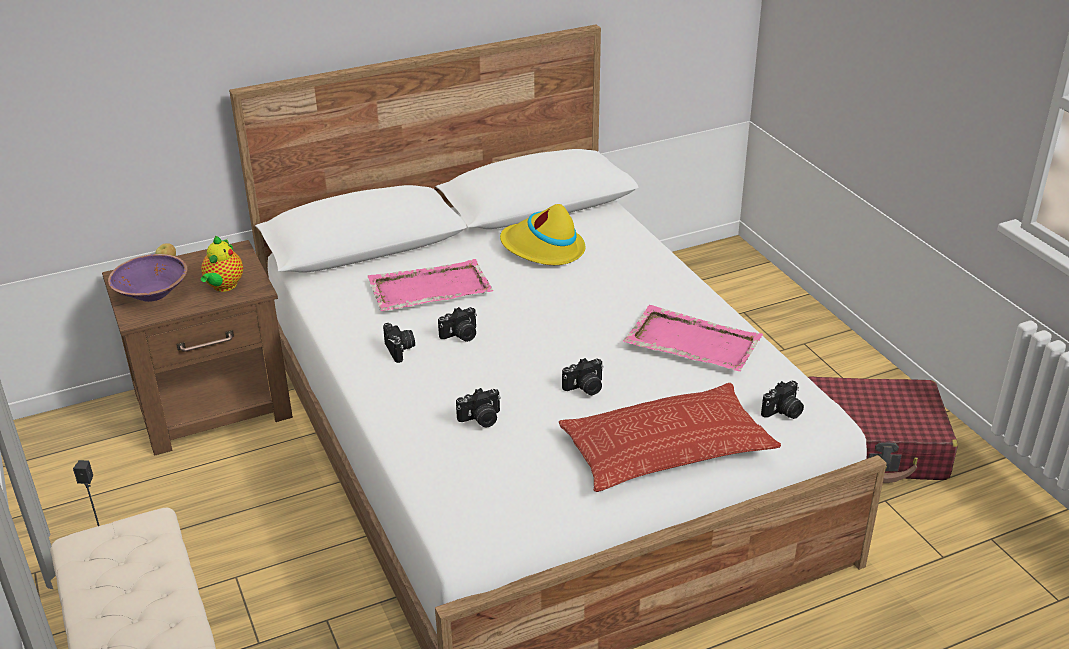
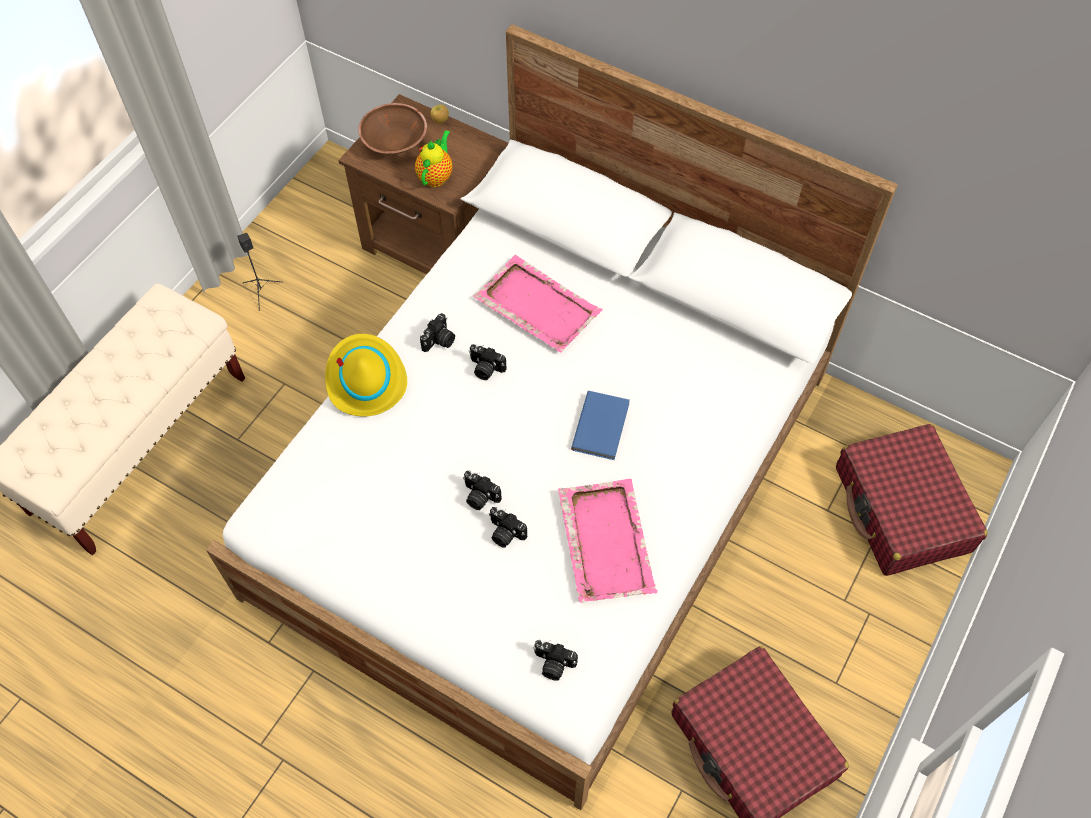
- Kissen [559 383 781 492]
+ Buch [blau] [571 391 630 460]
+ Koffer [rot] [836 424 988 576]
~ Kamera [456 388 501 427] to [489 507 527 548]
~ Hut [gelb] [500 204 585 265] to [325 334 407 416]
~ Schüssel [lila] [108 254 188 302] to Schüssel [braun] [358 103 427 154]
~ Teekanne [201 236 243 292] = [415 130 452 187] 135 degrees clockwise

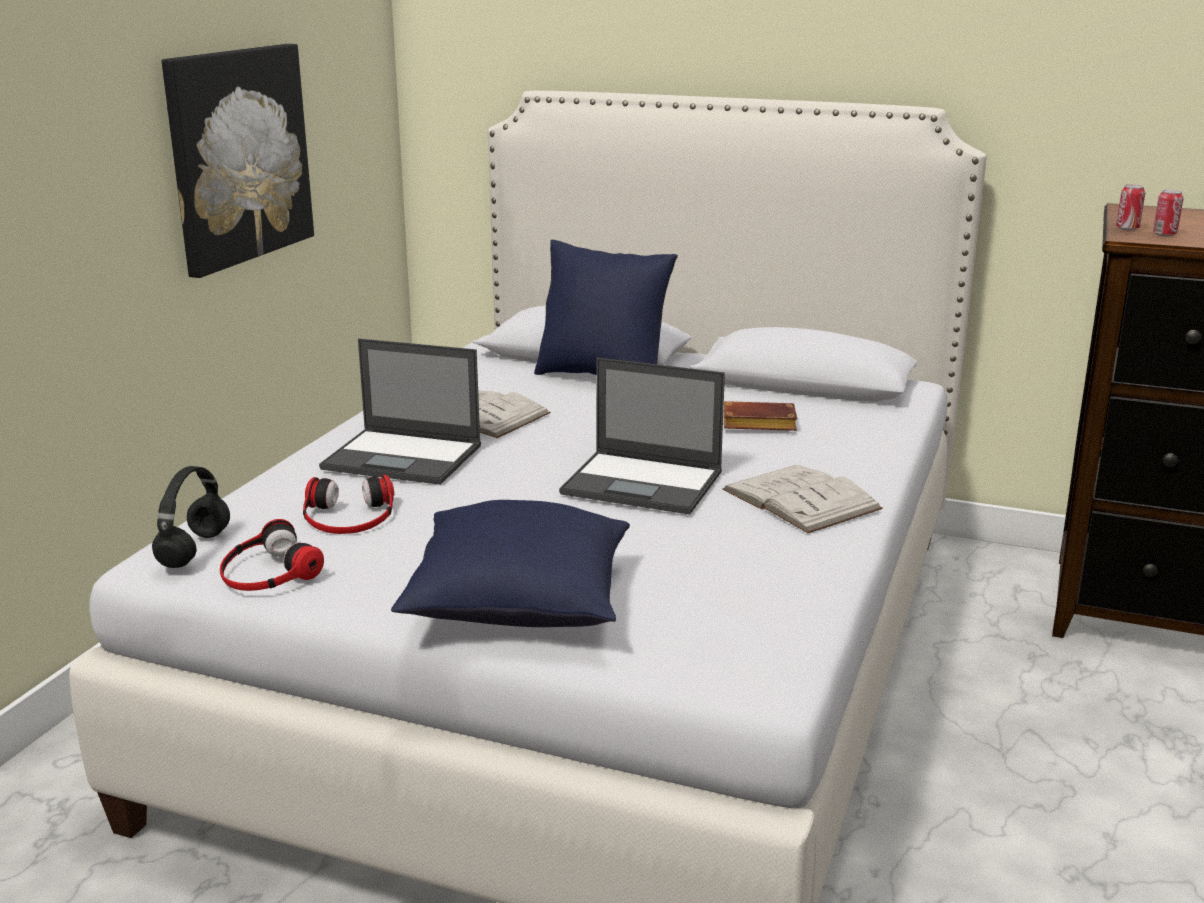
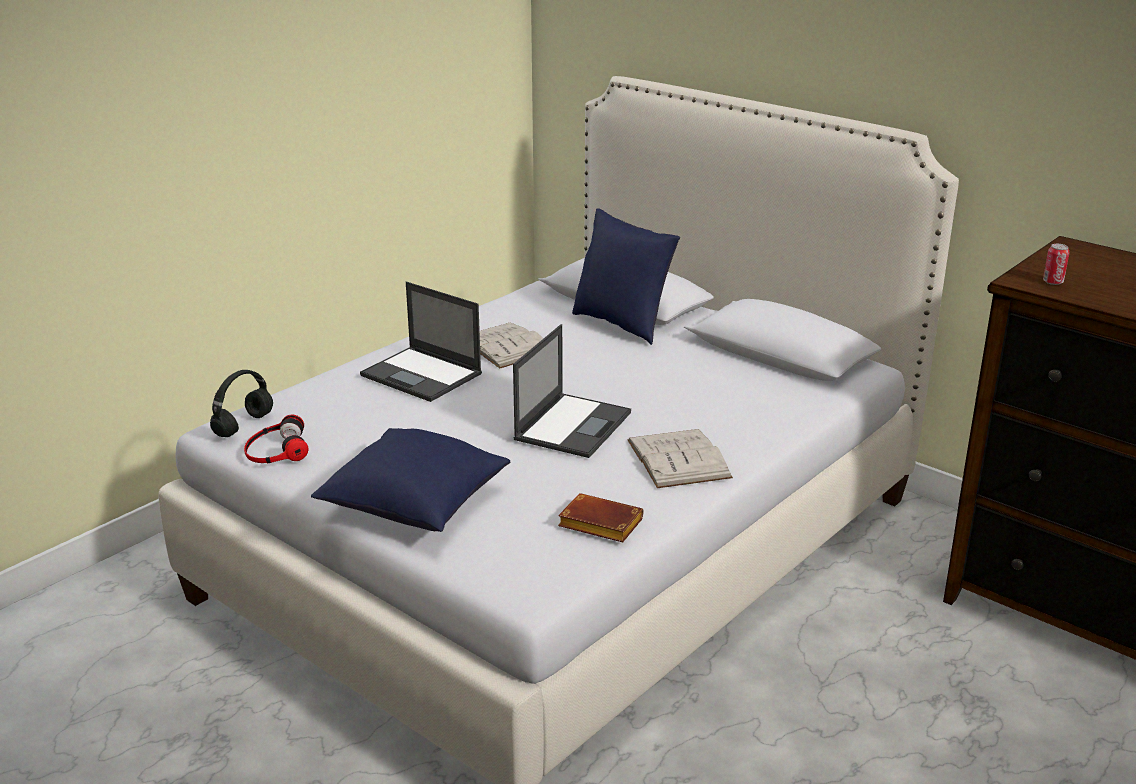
- Bild [161 44 314 278]
- Kopfhörer [303 475 394 534]
- Dose [1116 184 1145 230]
~ Buch [braun] [724 401 797 431] to [558 493 643 542]
~ Laptop [559 358 725 515] = [513 324 631 458] 105 degrees counterclockwise

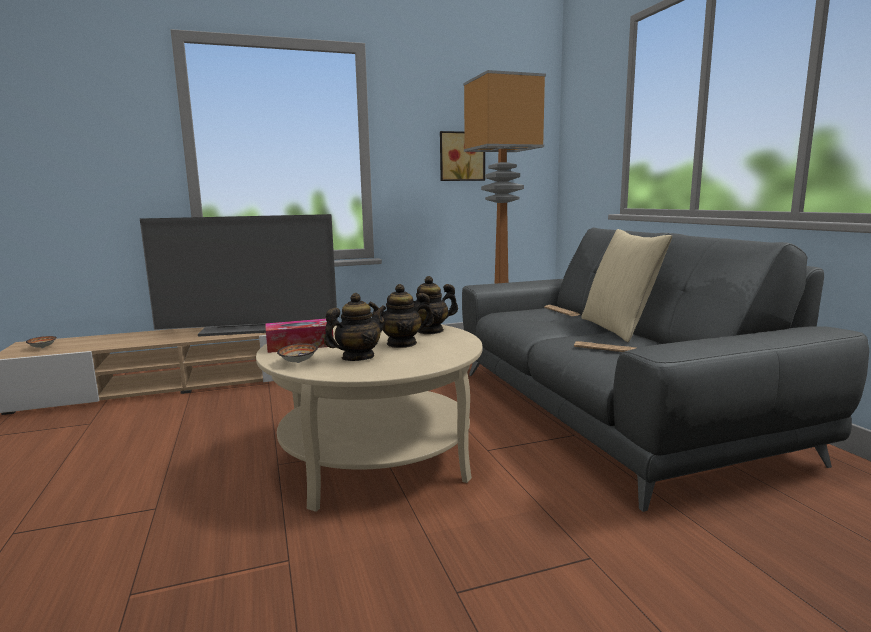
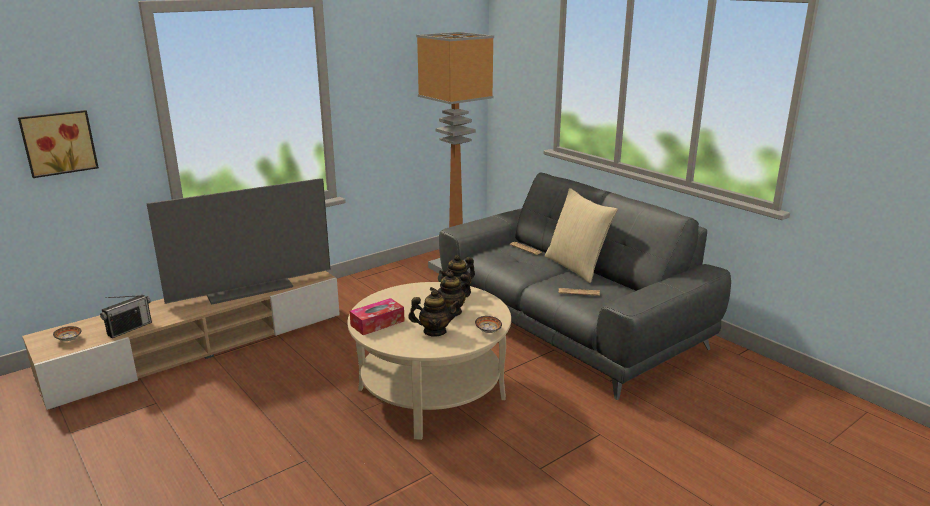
+ Radio [100 295 152 338]
~ Schüssel [277 343 318 363] to [475 316 502 333]
~ Bild [440 131 485 181] to [18 110 99 178]
~ Teekanne [324 293 387 361] = [408 289 460 336] 60 degrees clockwise

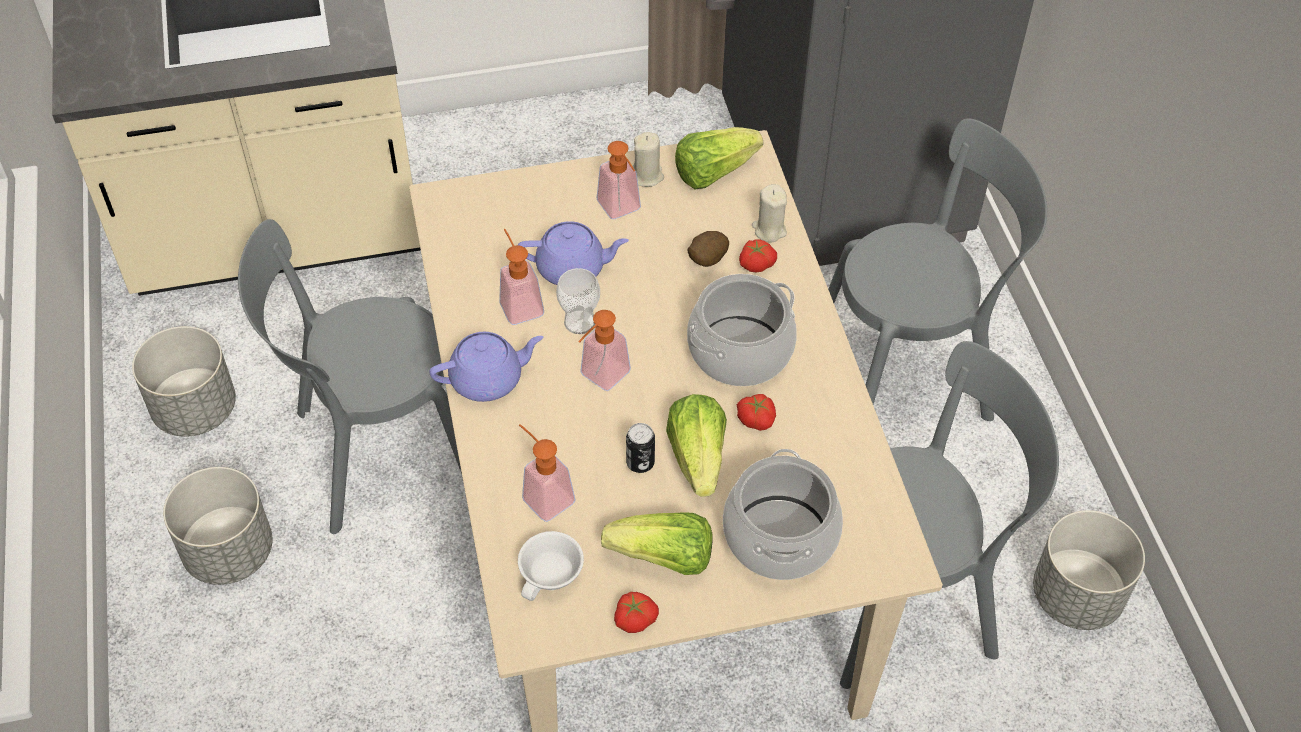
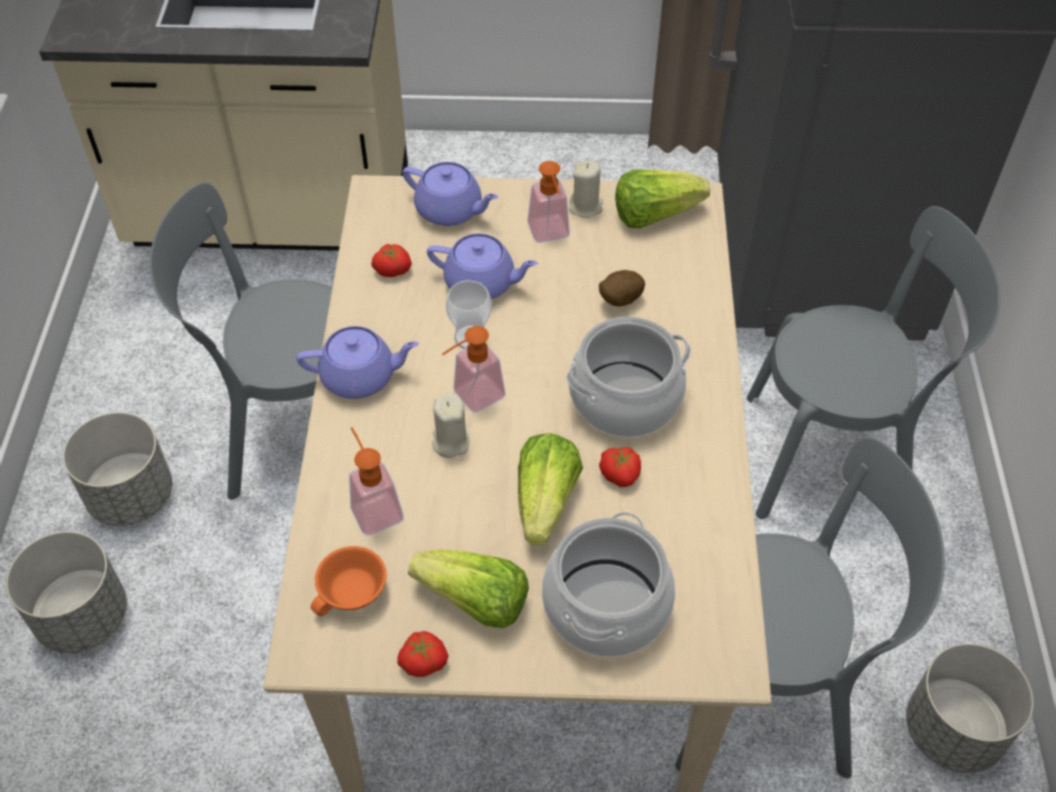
- Seifenspender [499 229 544 325]
- Dose [626 423 655 473]
+ Teekanne [lila] [403 162 498 226]
~ Pflanzkübel [grau] [132 326 236 437] to [6 531 127 653]
~ Tomate [739 239 777 272] to [371 244 412 277]
~ Kerze [beige] [752 184 787 242] to [432 394 470 458]
~ Tasse [weiß] [518 531 584 601] to Tasse [orange] [311 546 386 616]

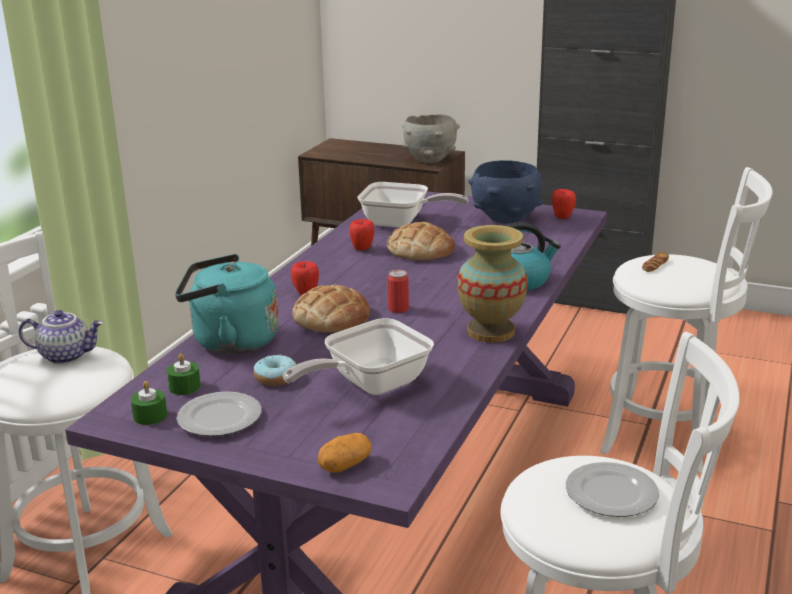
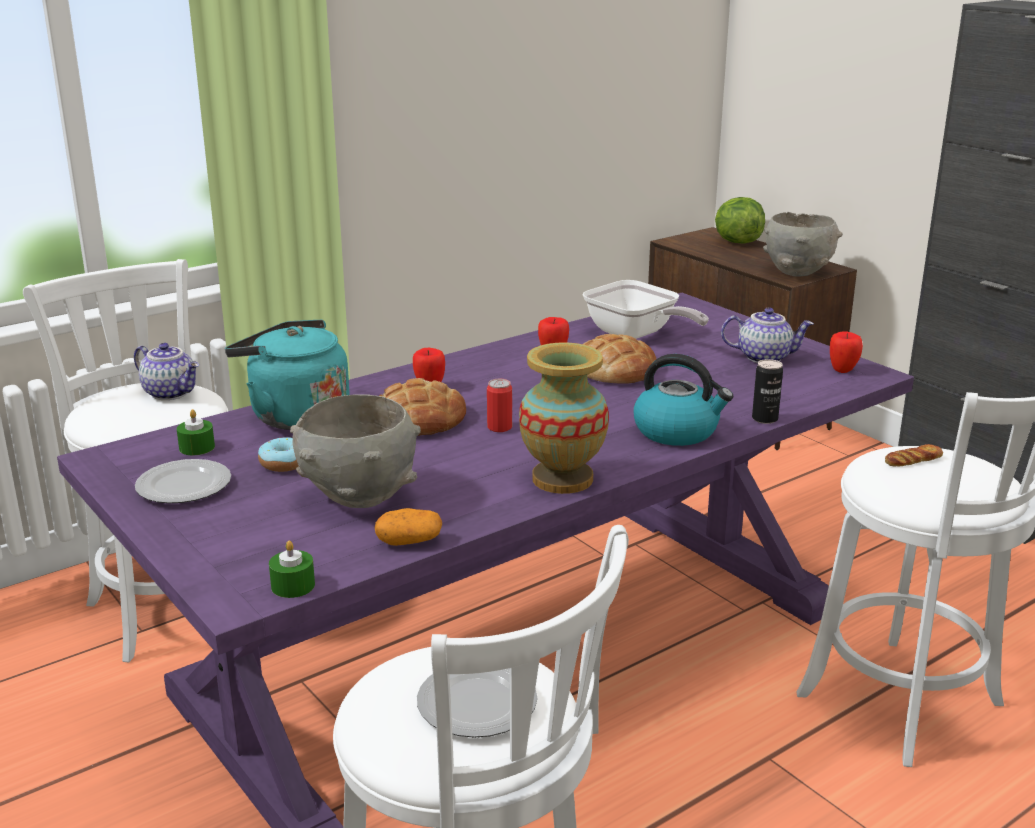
+ Salatkopf [715 197 765 244]
+ Dose [752 359 783 424]
~ Kerze [grün] [131 381 167 425] to [269 541 315 598]
~ Kartoffel [318 433 372 473] to [375 508 442 546]
~ Pfanne [283 318 434 395] to Schüssel [grau] [290 394 421 508]
~ Schüssel [blau] [468 160 543 224] to Teekanne [721 307 814 363]

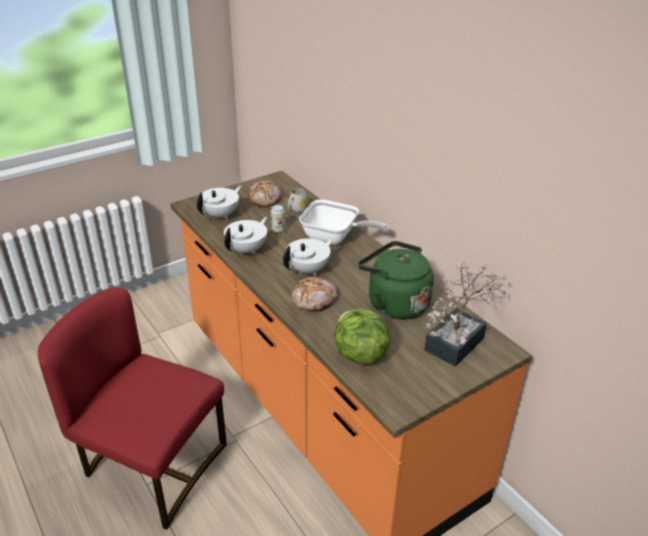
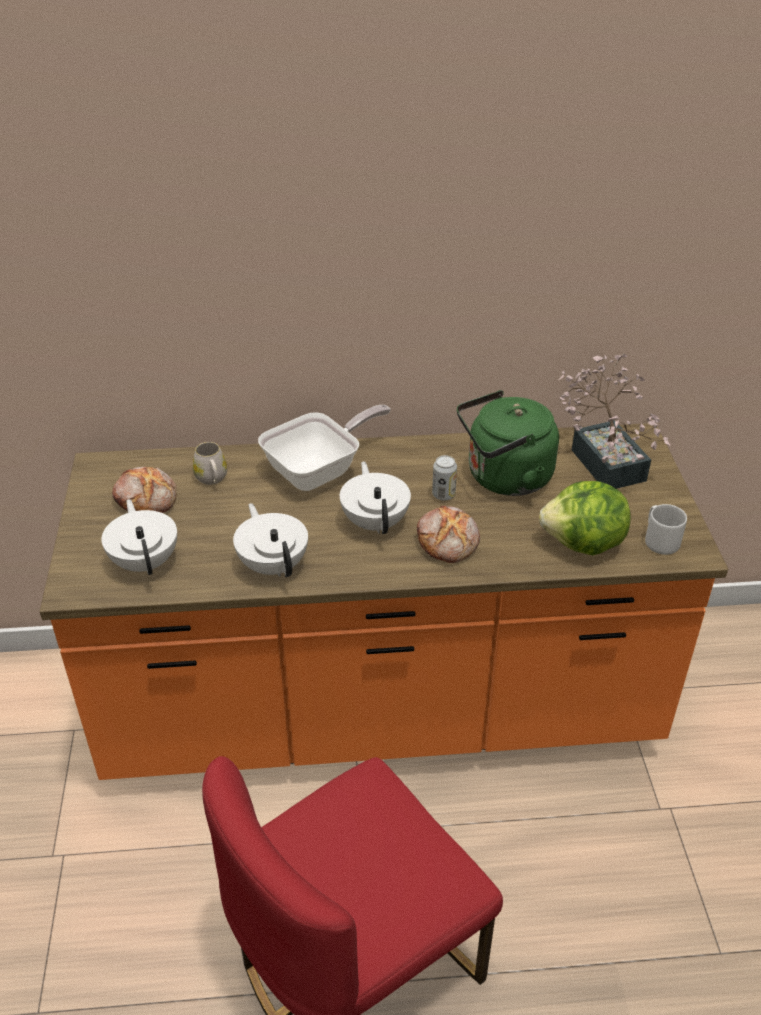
+ Henkelbecher [grau] [645 504 687 555]
~ Dose [271 205 285 233] to [432 455 457 501]

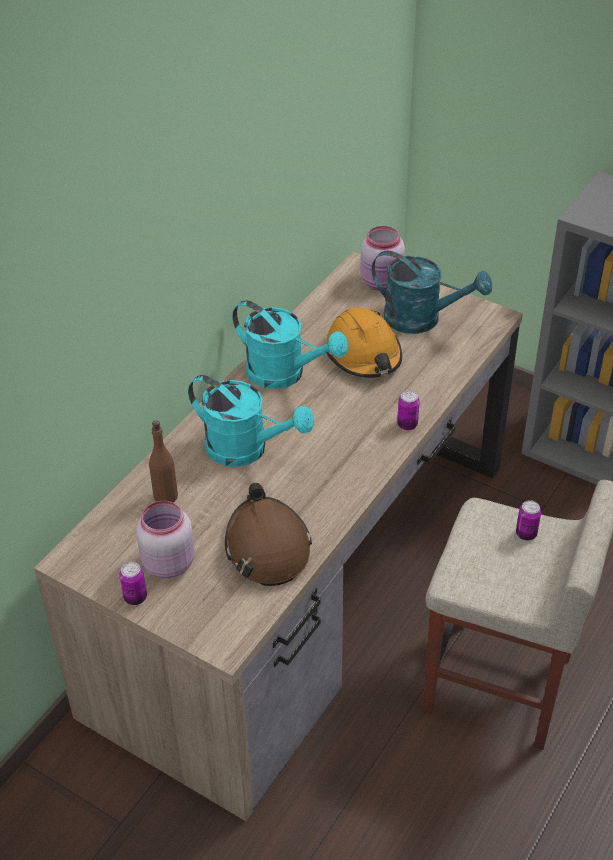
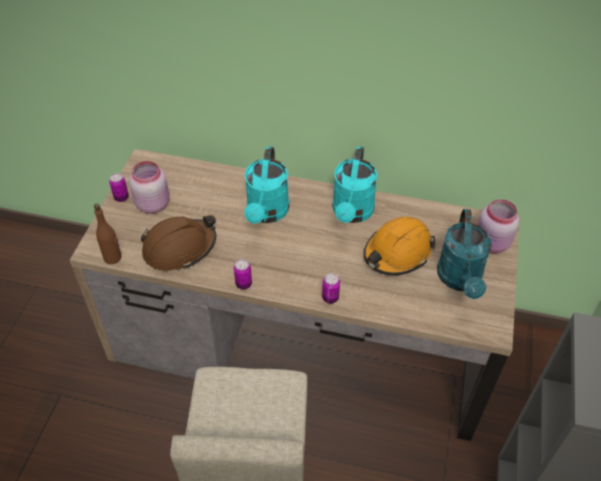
~ Flasche [braun] [149 420 178 502] to [94 203 122 264]
~ Dose [516 500 541 540] to [234 259 252 289]

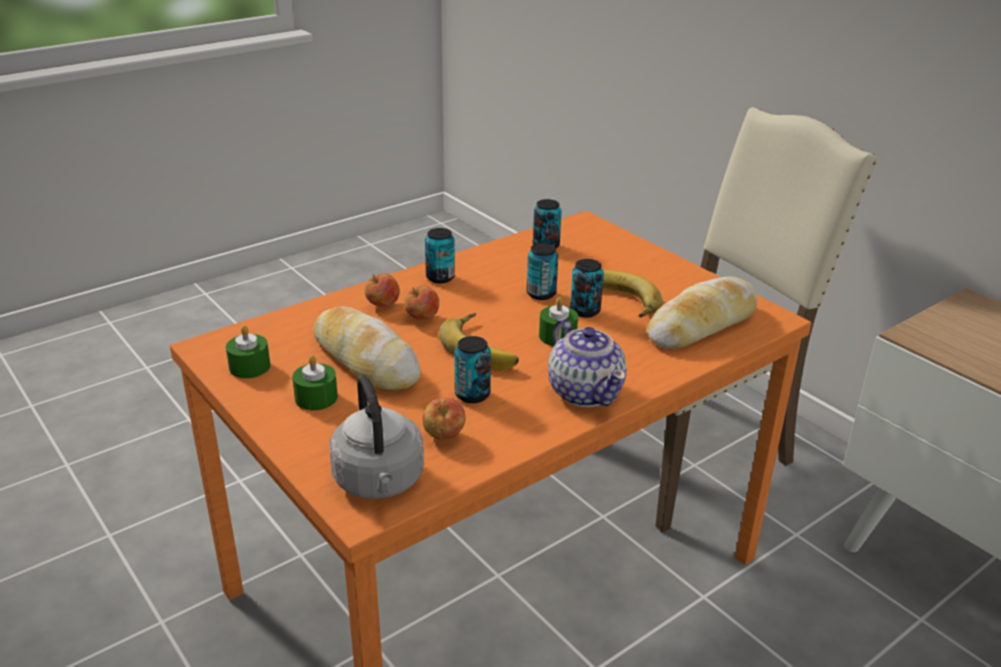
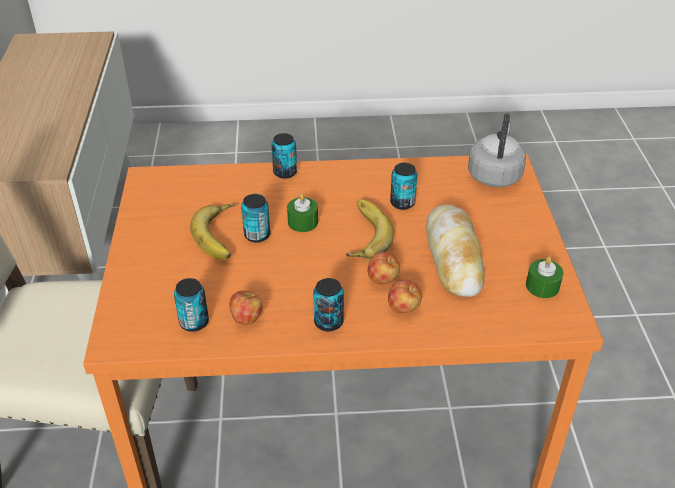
- Kerze [grün] [292 355 338 411]
- Teekanne [548 318 626 407]
- Brot [647 276 758 350]
~ Apfel [423 398 465 440] to [229 291 263 325]
~ Dose [527 243 558 300] to [271 133 297 179]

